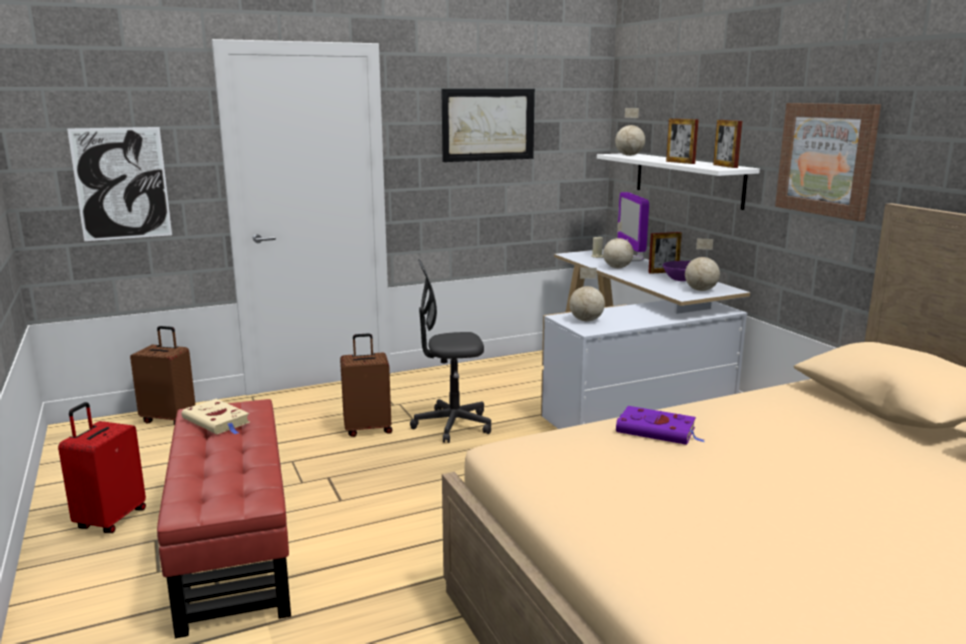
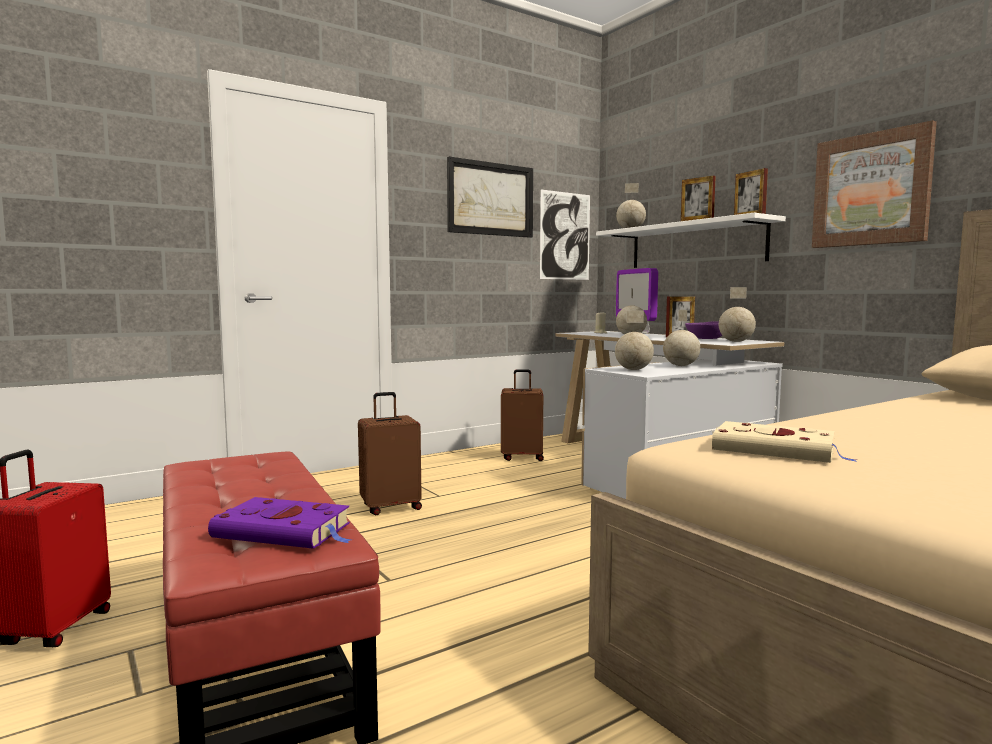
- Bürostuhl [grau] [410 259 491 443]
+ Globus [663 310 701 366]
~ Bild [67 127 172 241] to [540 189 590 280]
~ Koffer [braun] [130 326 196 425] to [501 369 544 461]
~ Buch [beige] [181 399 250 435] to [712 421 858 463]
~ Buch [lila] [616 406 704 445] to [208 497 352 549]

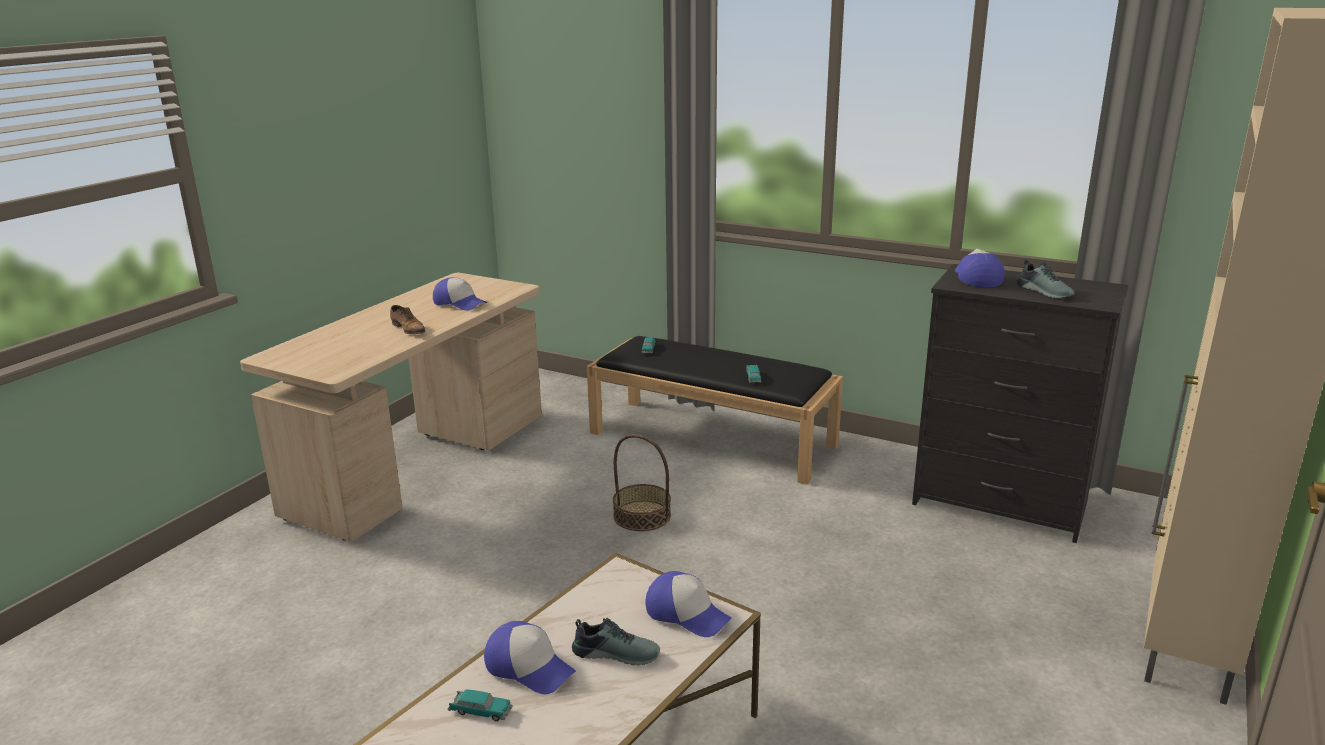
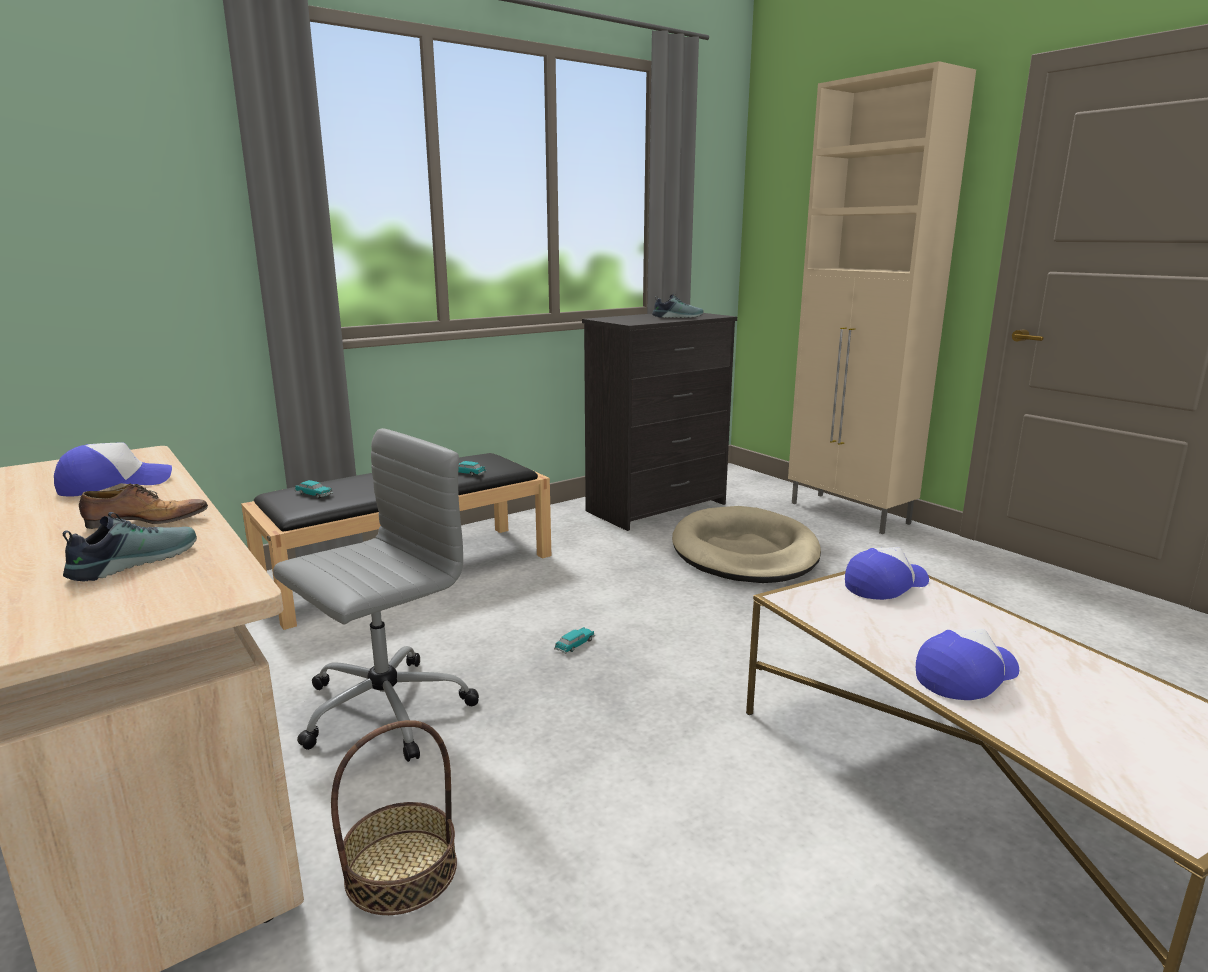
- Kappe [955 249 1005 288]
+ Bürostuhl [grau] [273 428 479 762]
+ Hundebett [beige] [672 506 821 583]
~ Spielzeugauto [447 689 513 721] to [554 627 595 654]
~ Schuh [572 618 660 666] to [63 512 197 581]
~ Korb [613 434 671 531] to [331 720 457 915]

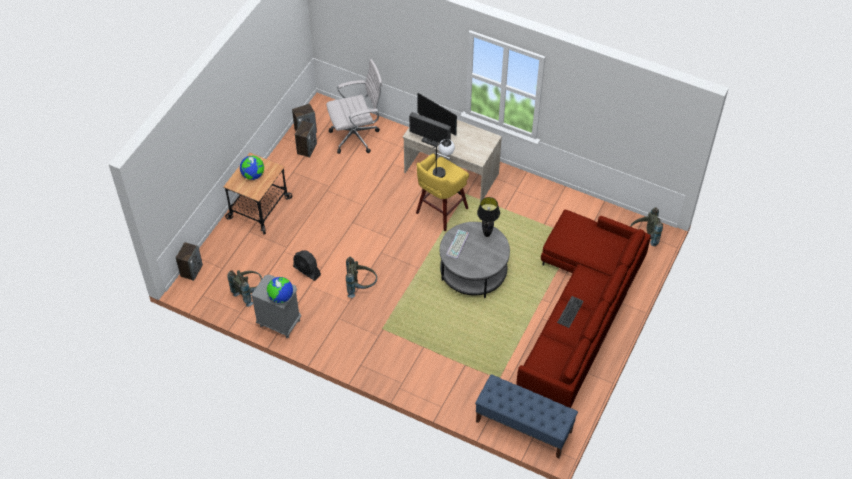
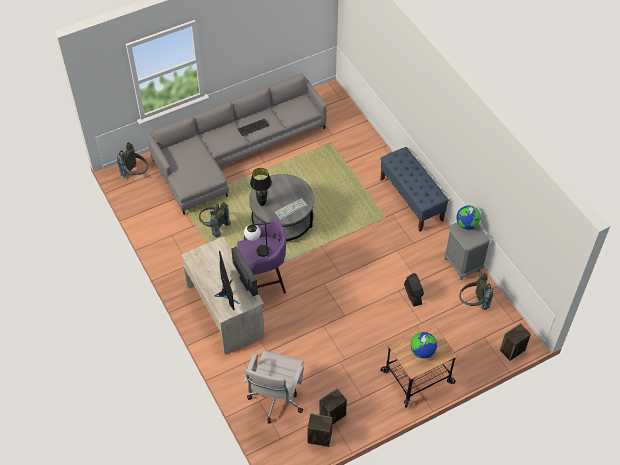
~ Rucksack [grau] [346 257 377 298] to [199 202 231 238]
~ Bank [blau] [475 374 578 458] to [380 147 449 231]
~ Hocker [gelb] [416 153 469 231] to Hocker [lila] [237 218 286 294]
~ Sofa [rot] [517 210 651 408] to Sofa [grau] [147 73 327 215]
~ Bürostuhl [weiß] [326 59 383 154] = [244 351 304 423] 90 degrees counterclockwise

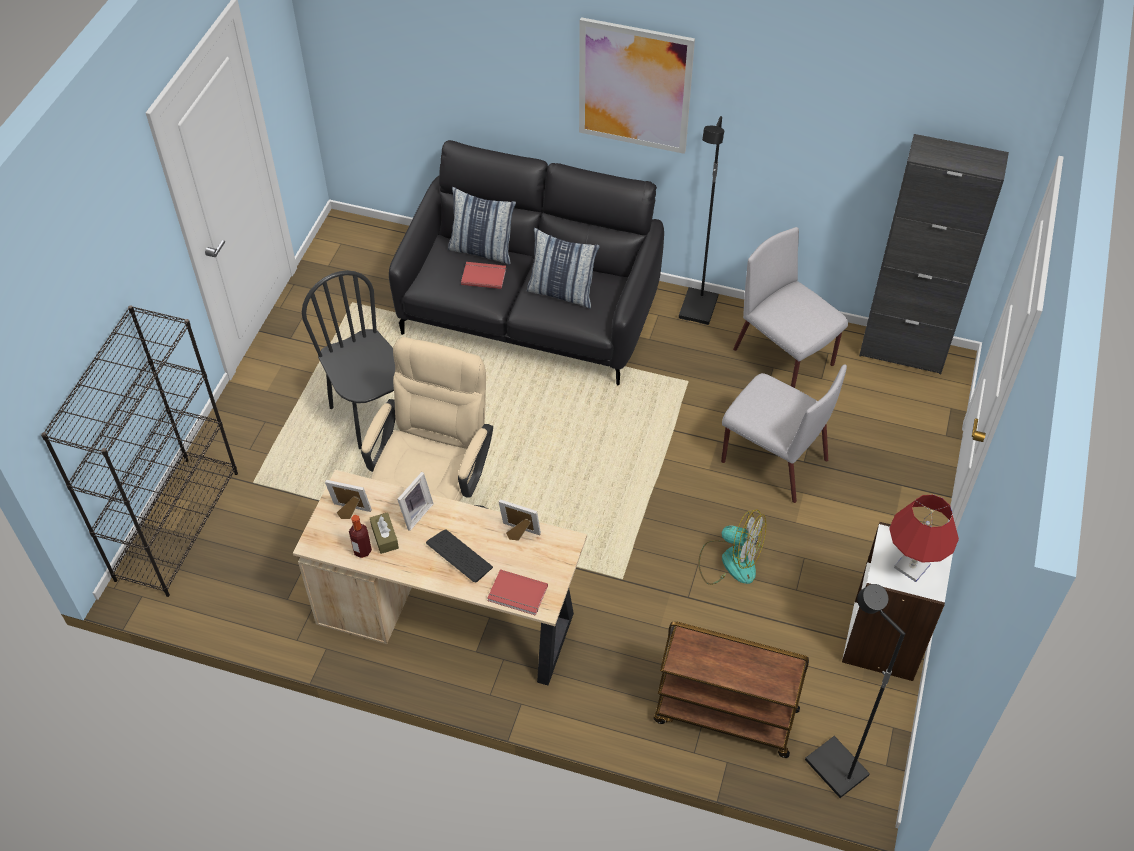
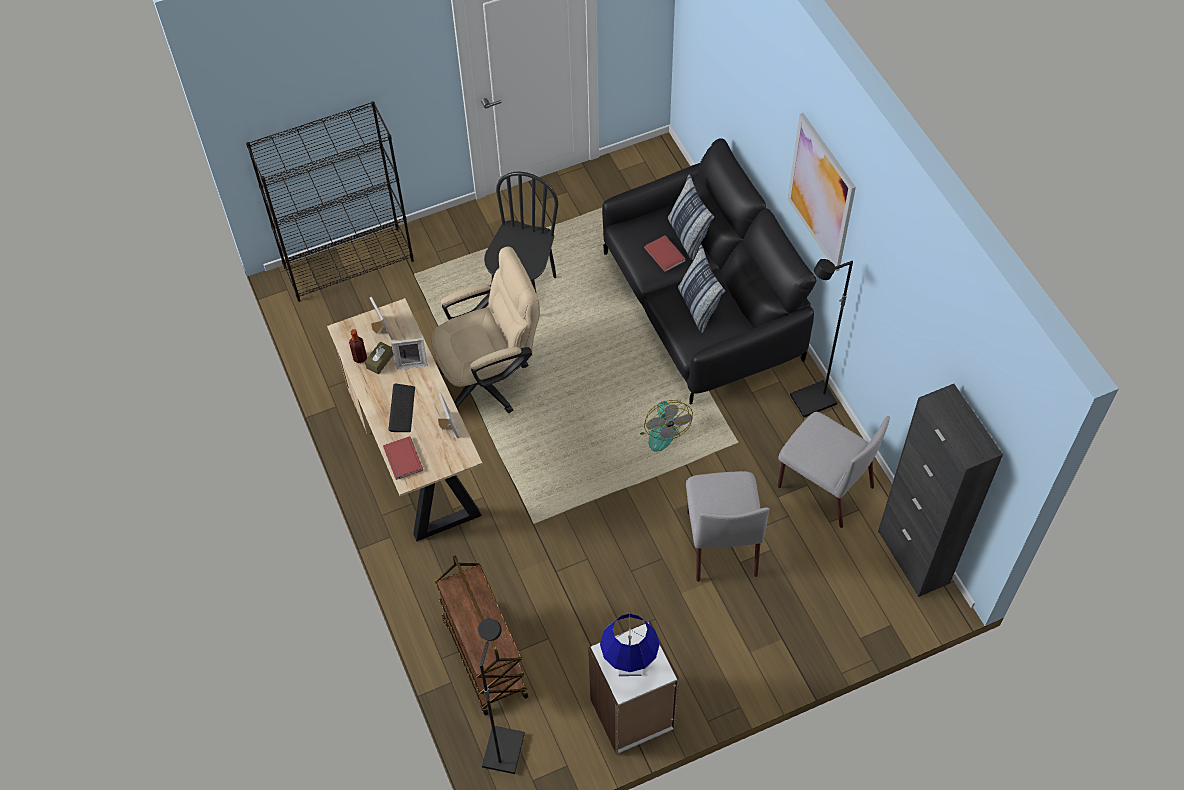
~ Ventilator [698 509 766 585] to [640 400 693 452]
~ Tischlampe [rot] [889 495 959 582] to Tischlampe [blau] [600 613 660 676]
~ Stuhl [grau] [733 227 848 388] = [778 412 890 528] 120 degrees clockwise

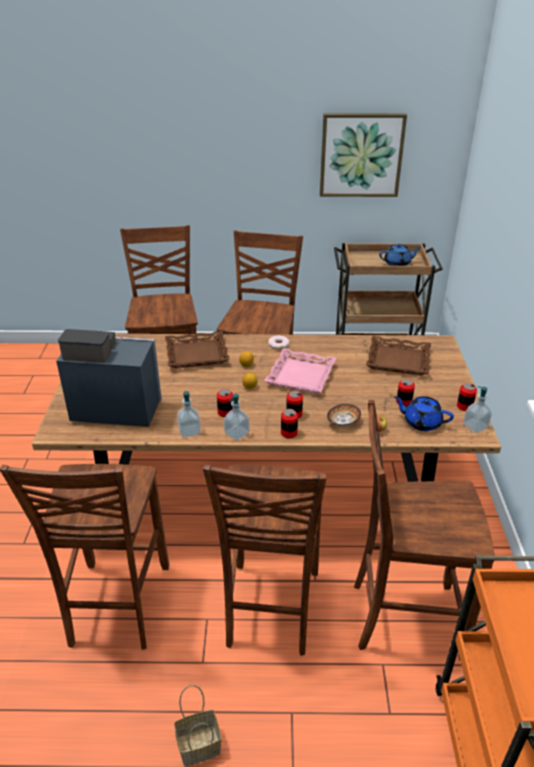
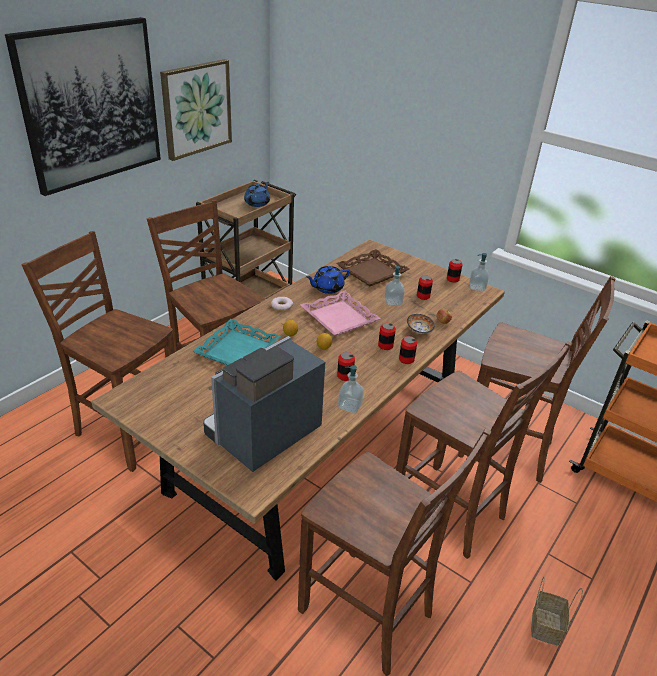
+ Bild [5 17 161 196]
~ Seifenspender [224 394 249 440] to [384 266 405 306]
~ Teekanne [blau] [394 396 454 431] to [306 266 350 294]
~ Tablett [braun] [165 331 230 368] to Tablett [türkis] [193 319 281 365]
~ Stuhl [braun] [354 400 495 661] = [458 276 615 483] 105 degrees counterclockwise

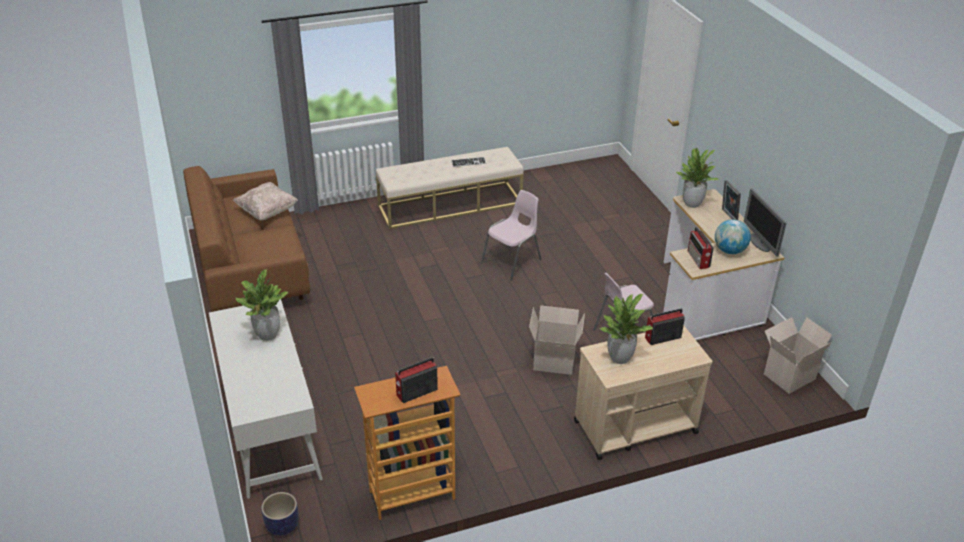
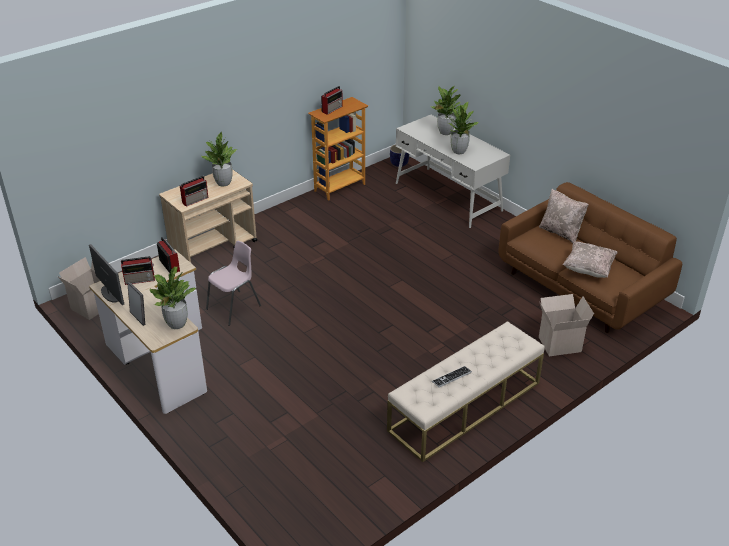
- Stuhl [rosa] [481 190 542 280]
+ Topfpflanze [431 86 463 135]
+ Kissen [beige] [539 189 589 243]
~ Karton [529 305 585 375] to [539 294 594 356]
~ Globus [715 219 751 254] to Radio [121 256 155 285]

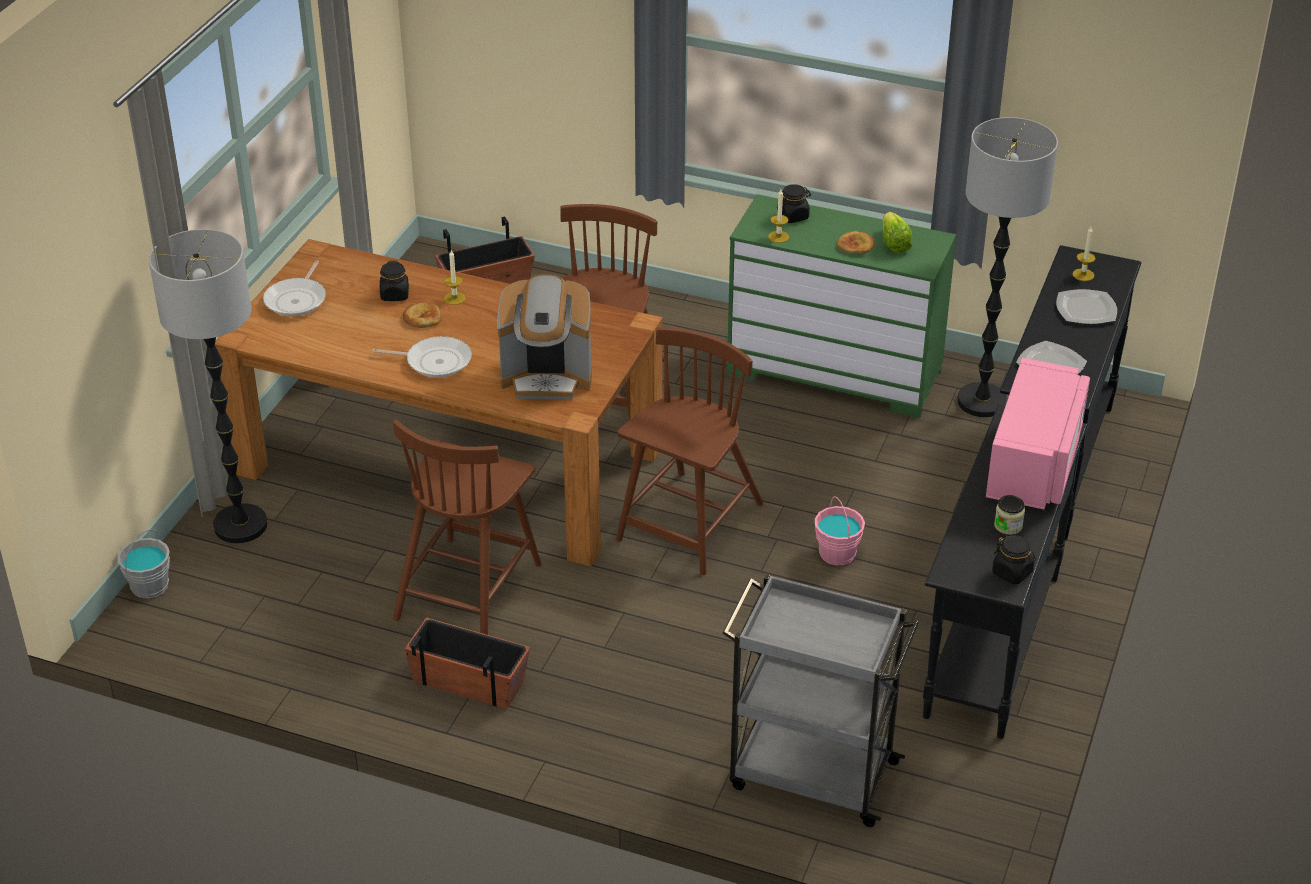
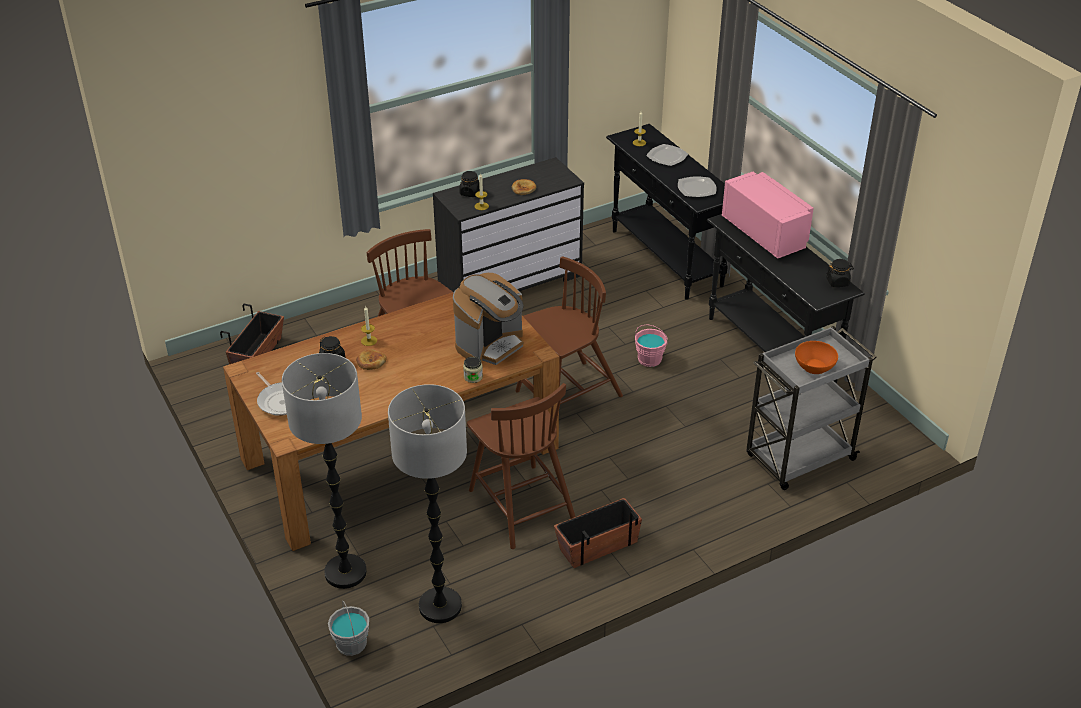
- Pfanne [373 336 472 378]
- Salatkopf [883 212 912 253]
+ Schüssel [orange] [795 341 838 374]
~ Stehlampe [957 117 1058 417] to [388 384 467 623]
~ Vorratsglas [994 495 1025 535] to [463 357 483 383]
~ Kommode [grün] [726 194 956 418] to Kommode [schwarz] [433 157 584 292]
~ Stuhl [braun] [616 327 763 575] = [516 256 623 404] 75 degrees clockwise

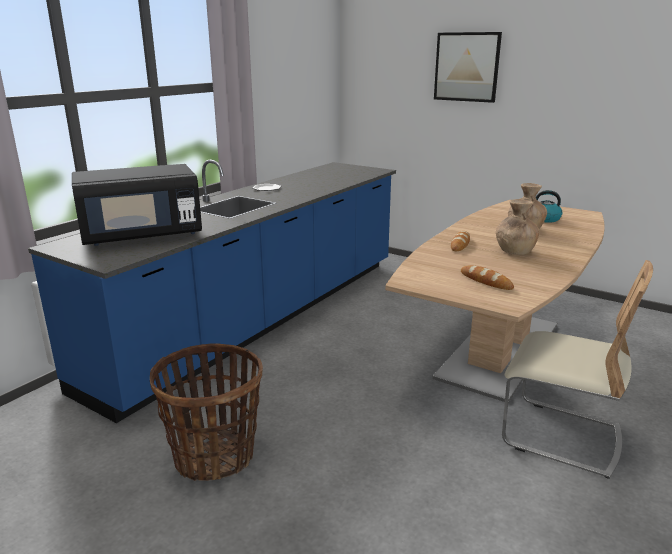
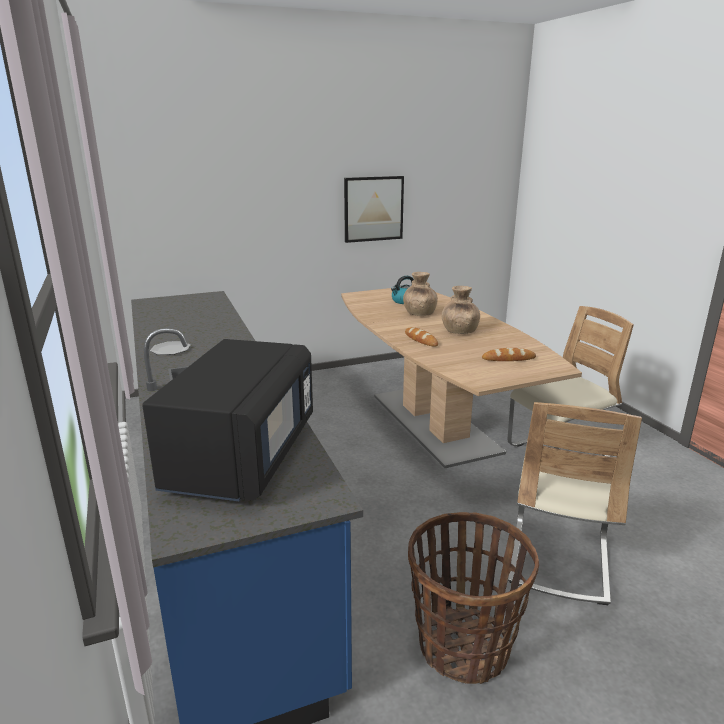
+ Stuhl [beige] [508 402 642 605]
~ Bild [434 32 502 103] to [344 176 404 243]

